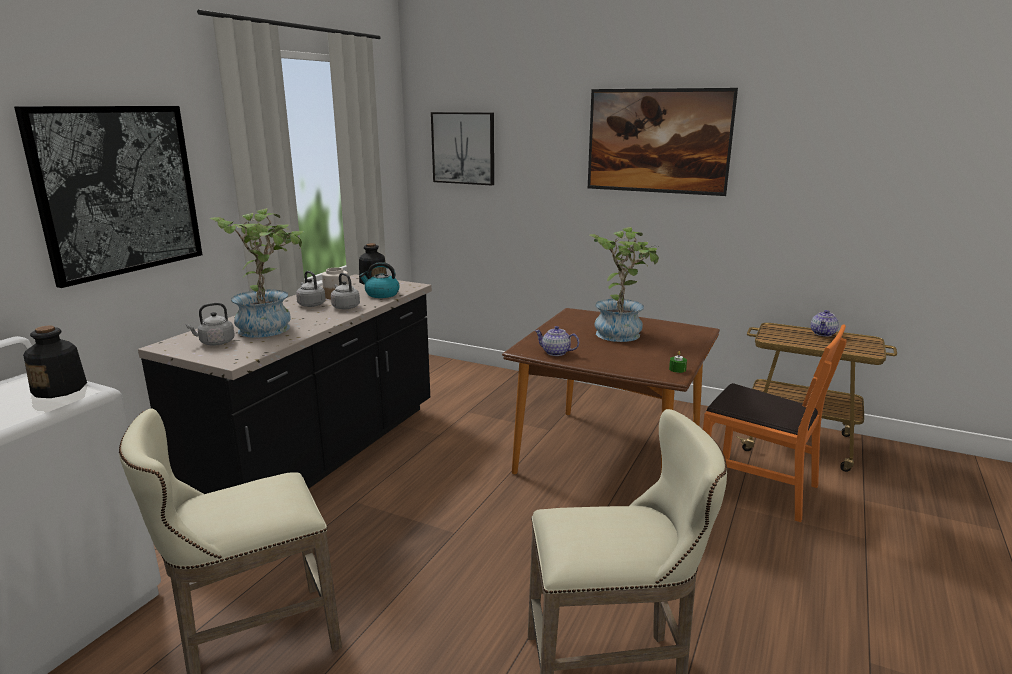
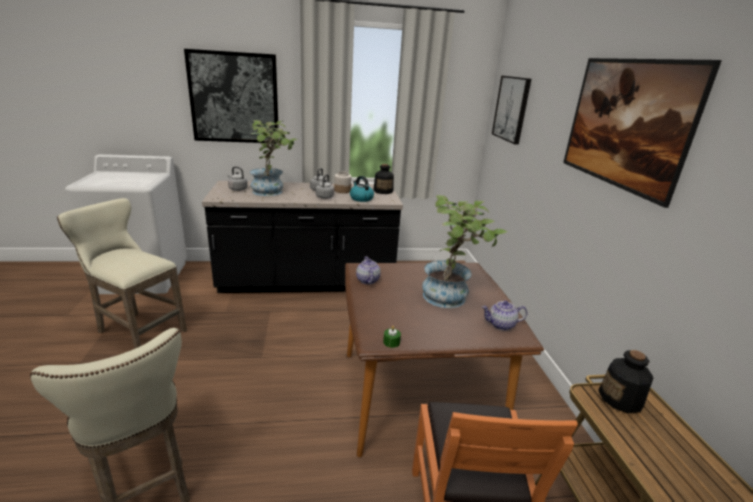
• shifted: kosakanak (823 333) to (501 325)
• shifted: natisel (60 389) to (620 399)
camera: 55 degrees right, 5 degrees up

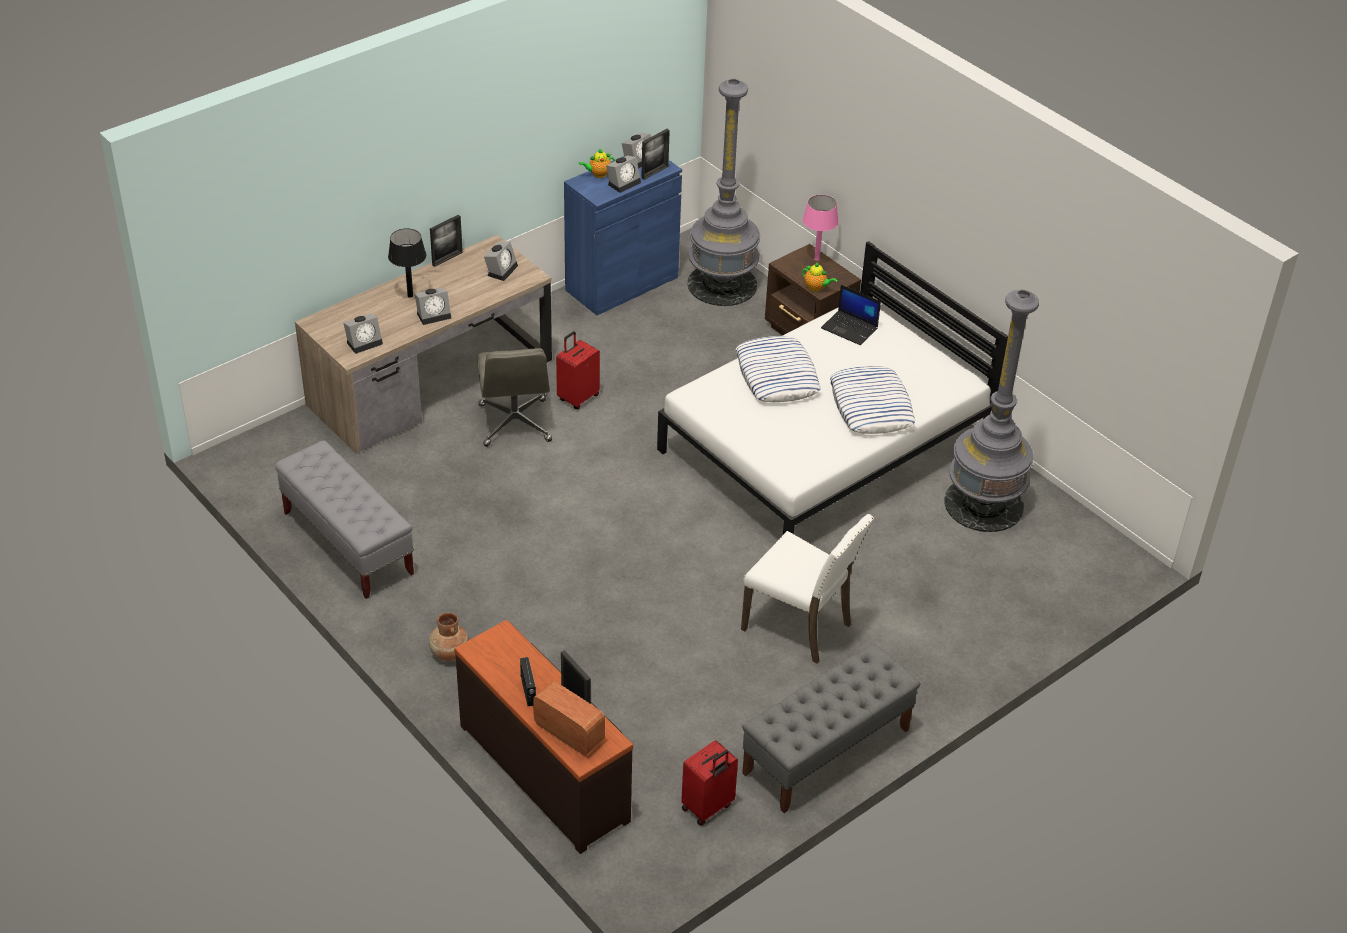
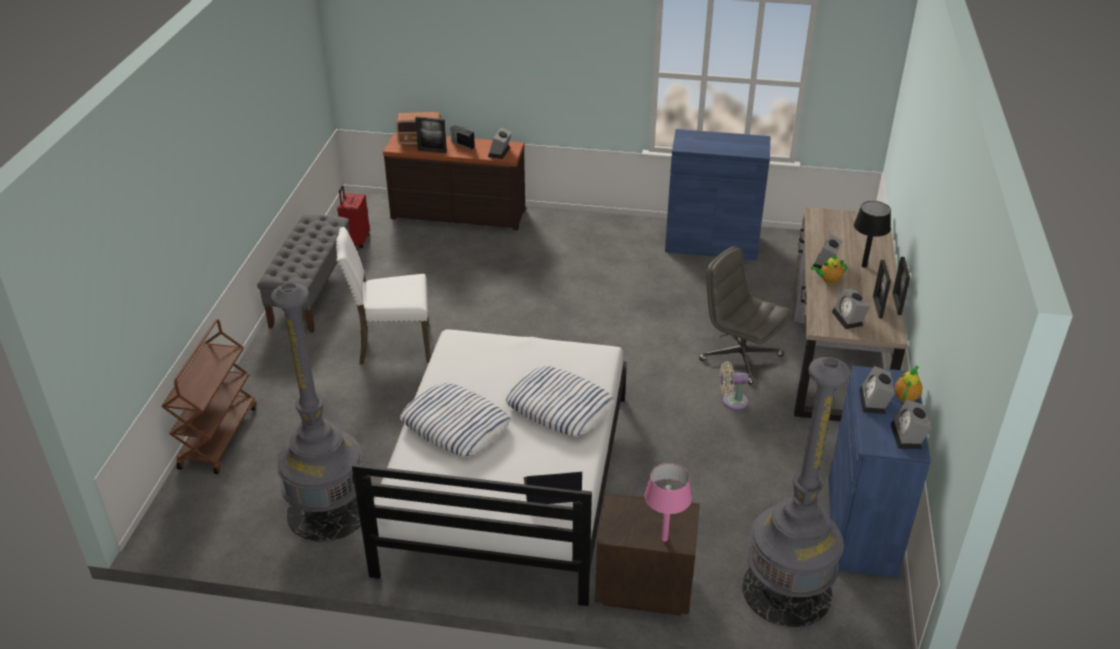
• new: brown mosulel (218 436)
• shifted: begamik (365 342) to (500 153)
• swapped: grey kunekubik (348 543) to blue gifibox (711 244)
• swapped: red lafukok (577 397) to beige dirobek (732 401)
• shifted: kosakanak (816 288) to (828 280)
• shifted: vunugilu (654 172) to (877 307)
• gone: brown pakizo (449 653)
camera: 140 degrees right, 5 degrees down

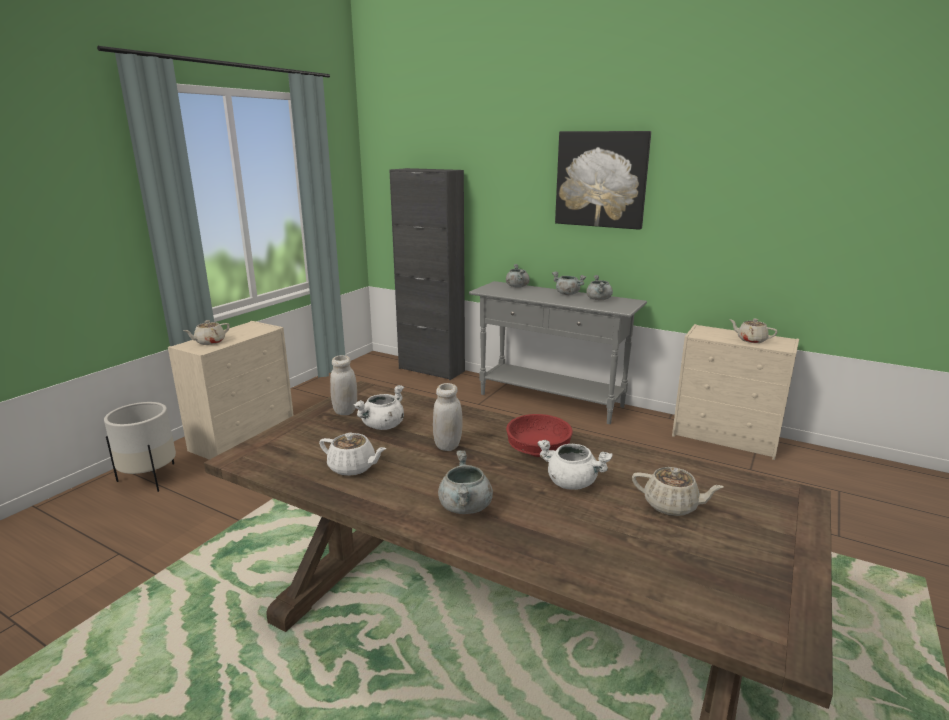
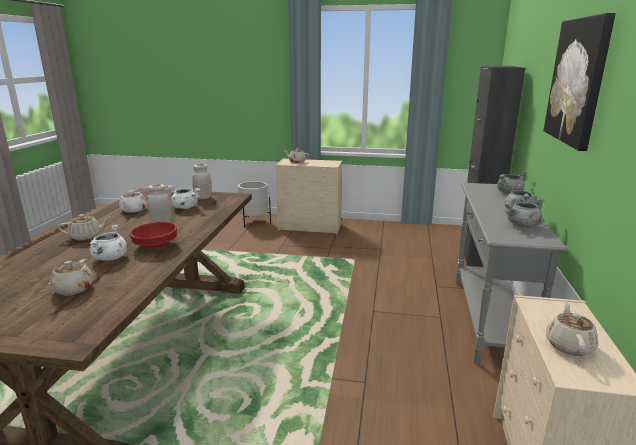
• swapped: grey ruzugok (465 507) to beige kosakanak (86 236)
camera: 70 degrees right, 0 degrees up

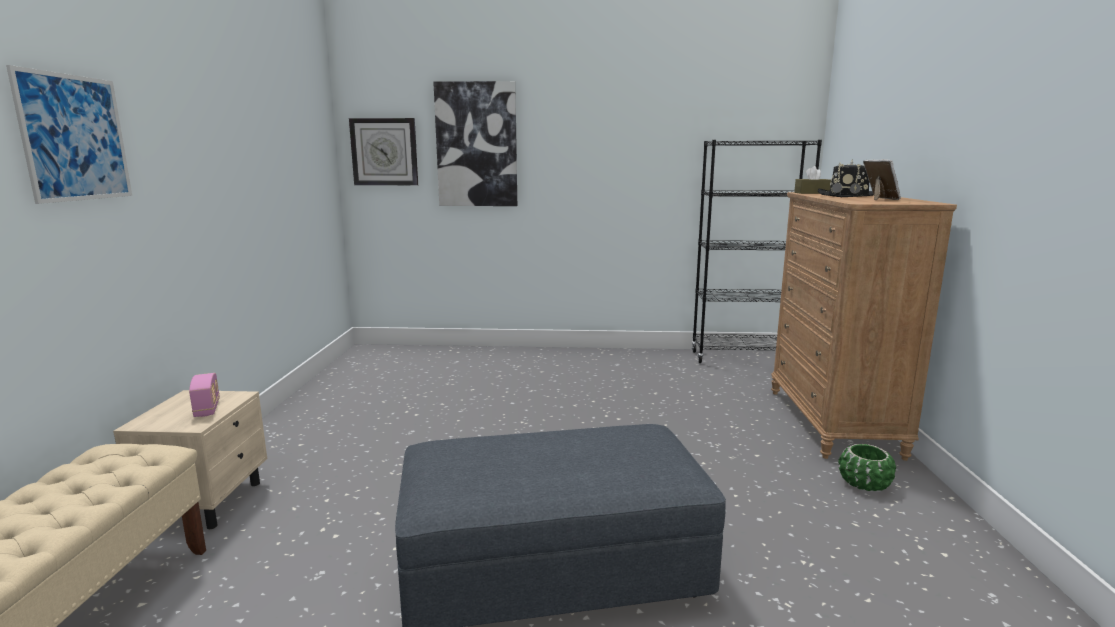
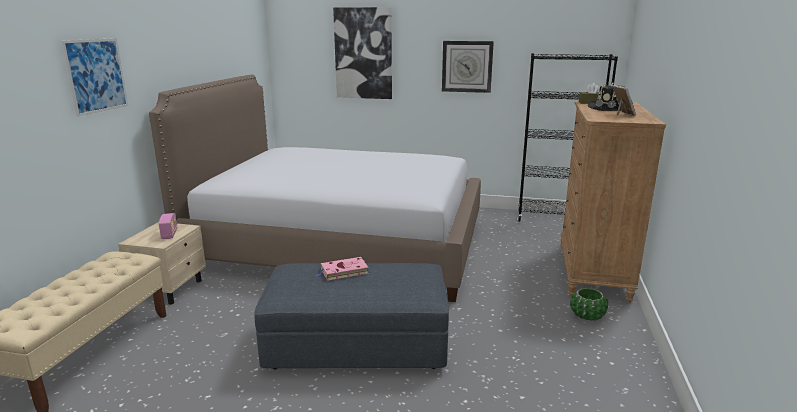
• new: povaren (341 244)
• new: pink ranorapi (343 272)
• shifted: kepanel (384 152) to (467 66)
camera: 10 degrees right, 5 degrees up

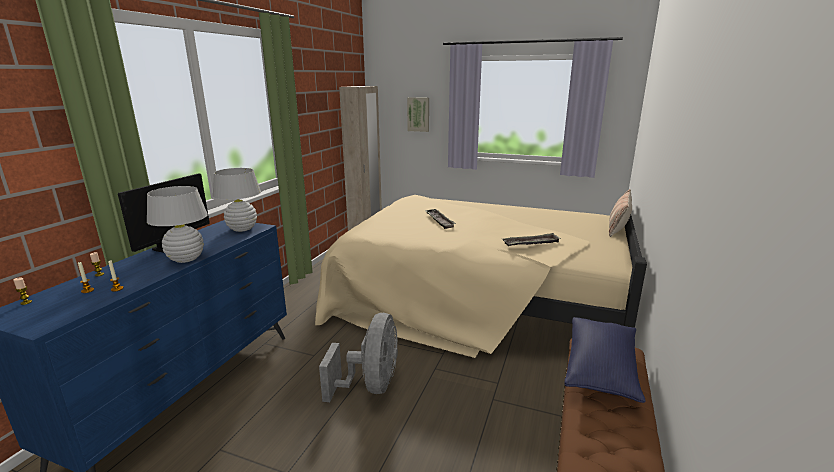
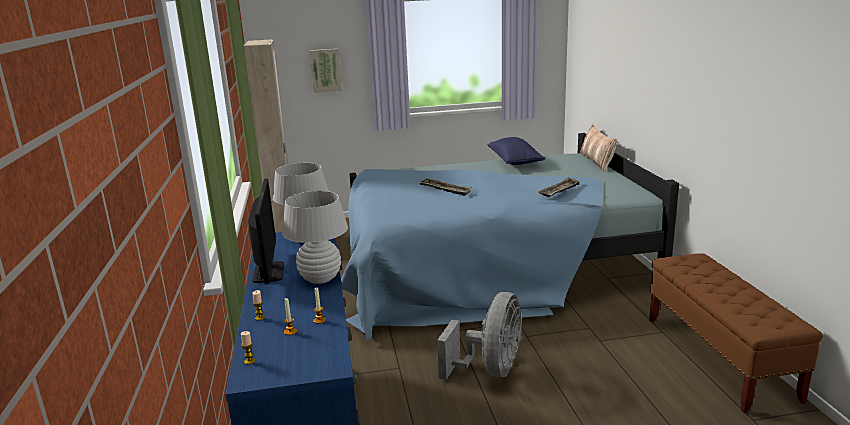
• repainted: beige povaren (479 298) to blue povaren (489 266)
• rotated: grey dirobek (371 385) = (490 370) 45 degrees clockwise
• shifted: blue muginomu (600 369) to (515 162)
camera: 30 degrees left, 0 degrees up

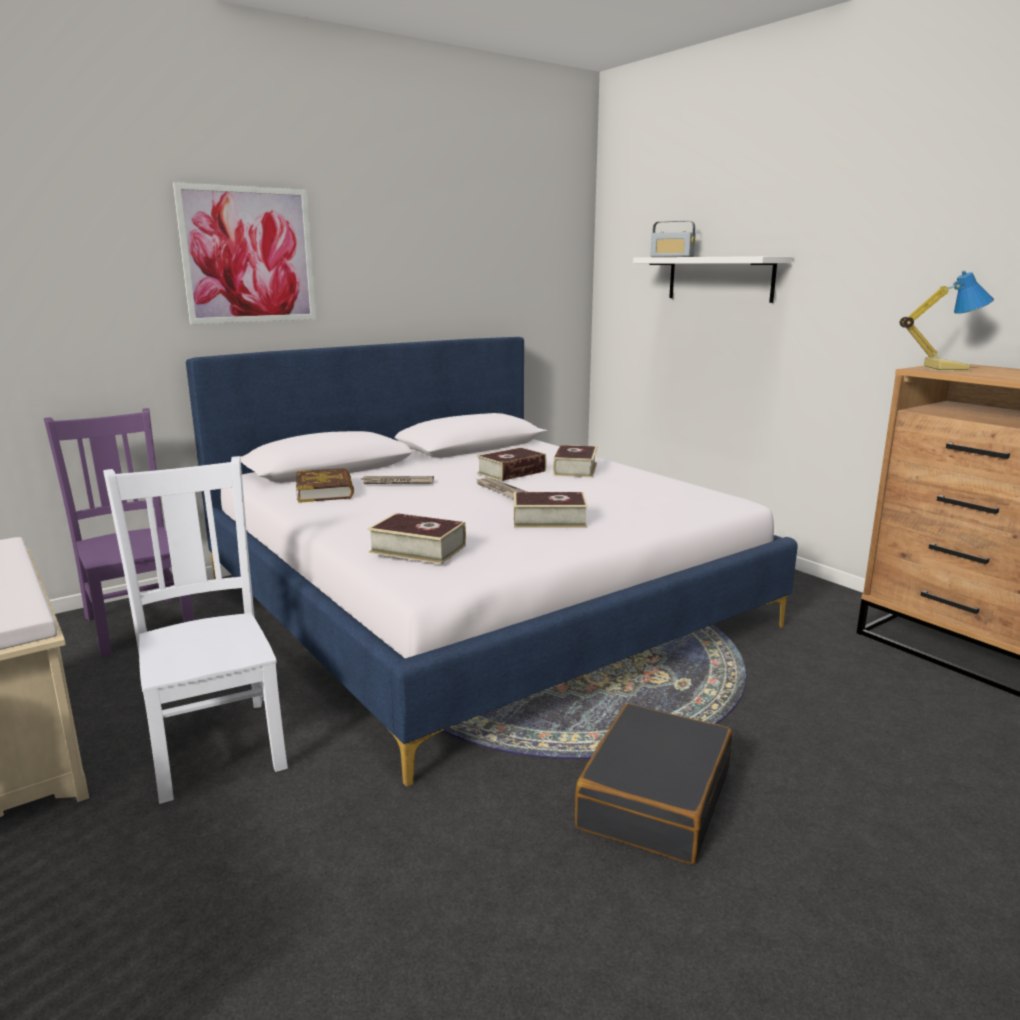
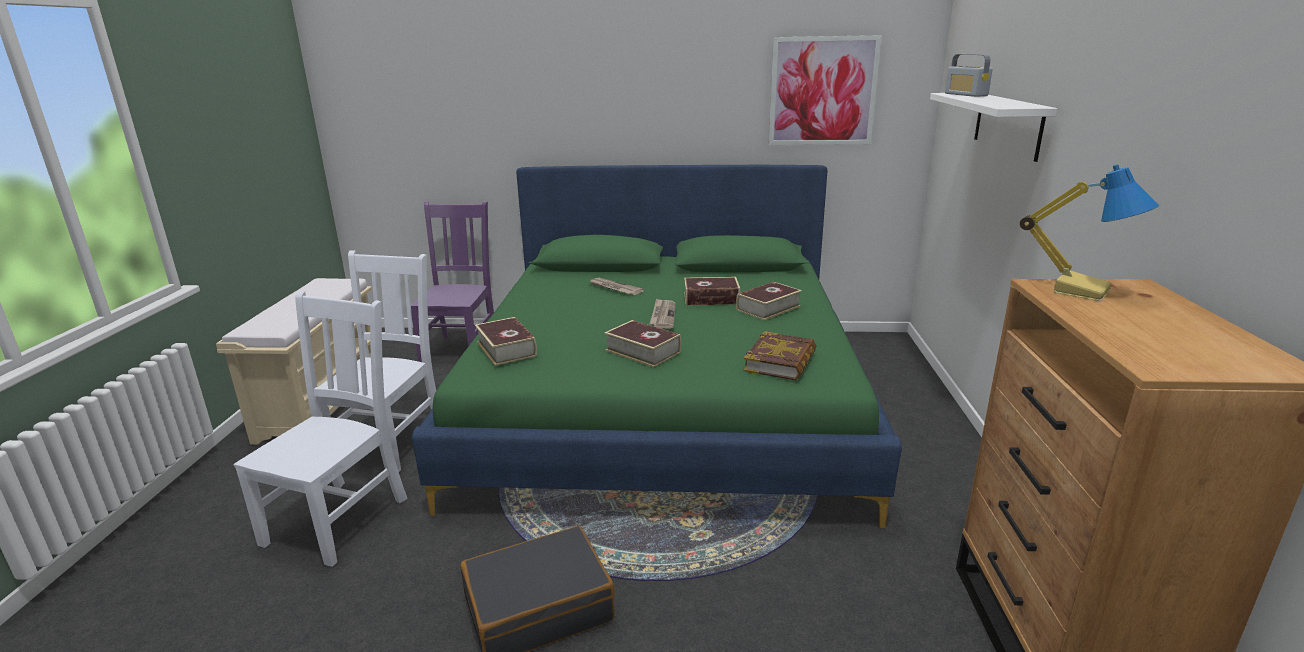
• new: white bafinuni (340 518)
• repainted: white povaren (479 602) to green povaren (664 403)
• shifted: ranorapi (325 491) to (780 362)
• shifted: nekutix (248 255) to (823 91)
camera: 40 degrees right, 5 degrees up

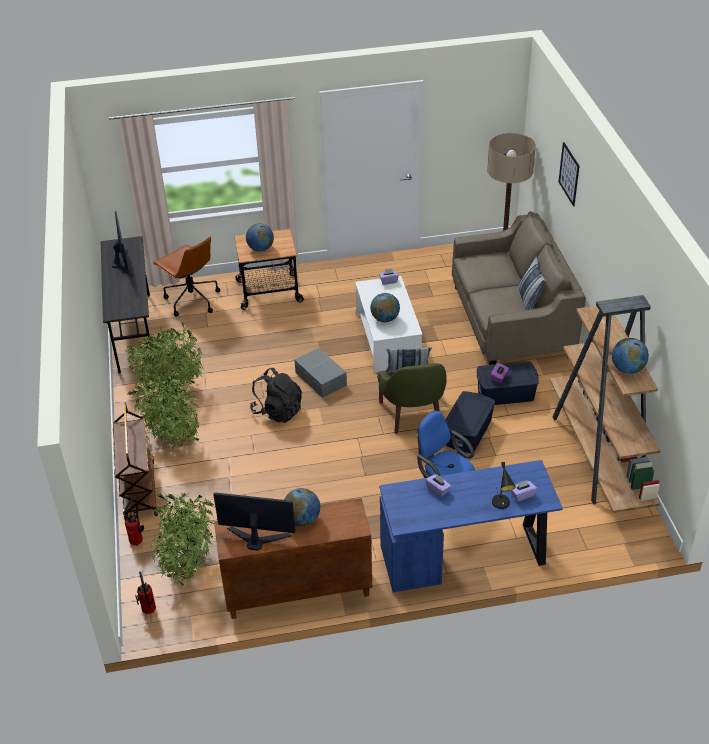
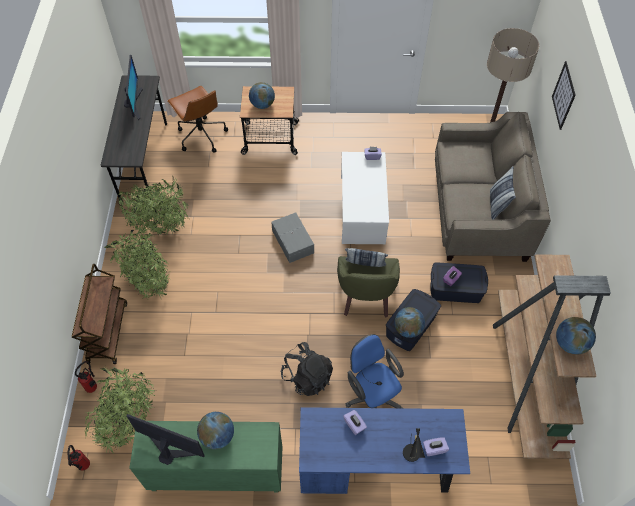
• repainted: brown gifibox (297 591) to green gifibox (216 473)
• shifted: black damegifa (277 411) to (307 377)
• shifted: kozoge (385 319) to (408 329)
camera: 10 degrees right, 15 degrees up

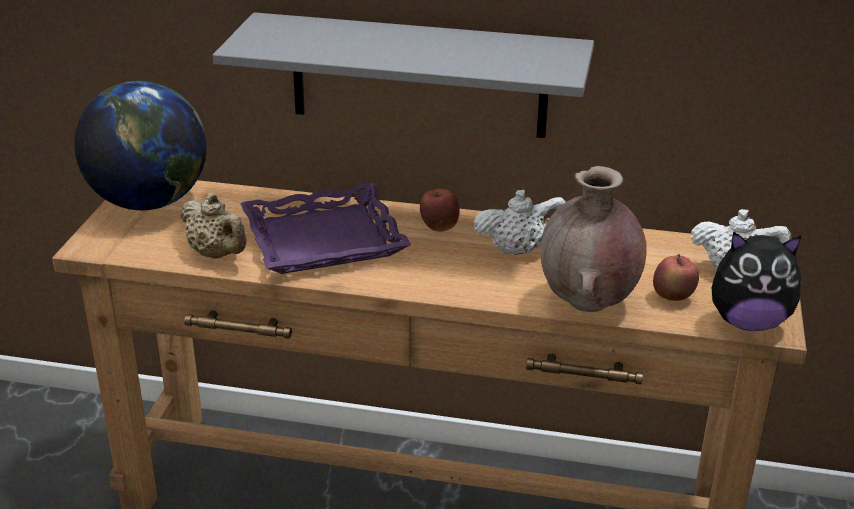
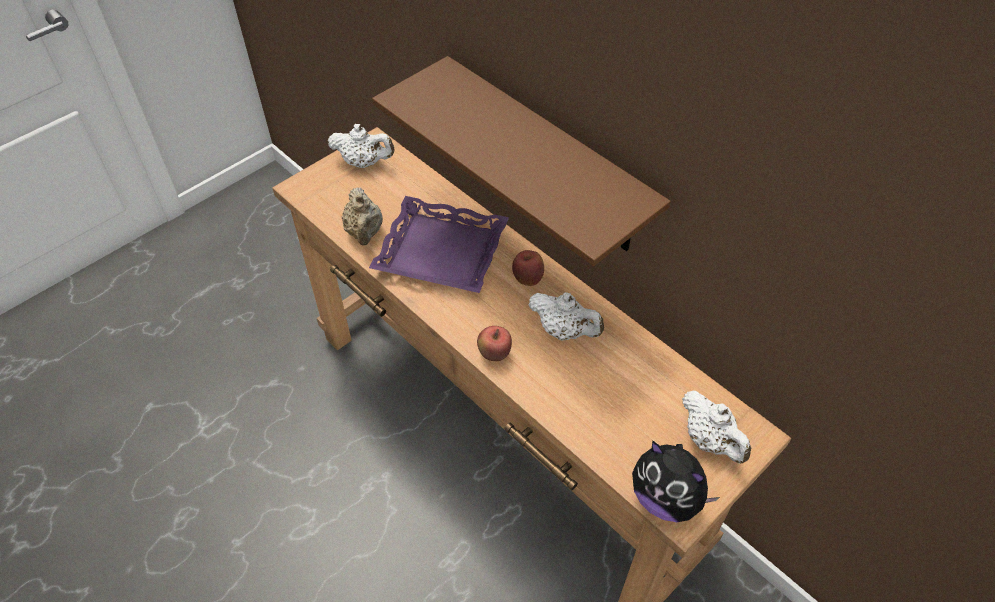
• swapped: kozoge (149 203) to white kosakanak (364 163)
• repainted: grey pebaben (419 76) to brown pebaben (548 158)
• shifted: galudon (673 297) to (494 354)
• gone: brown pakizo (588 304)
camera: 35 degrees right, 20 degrees up

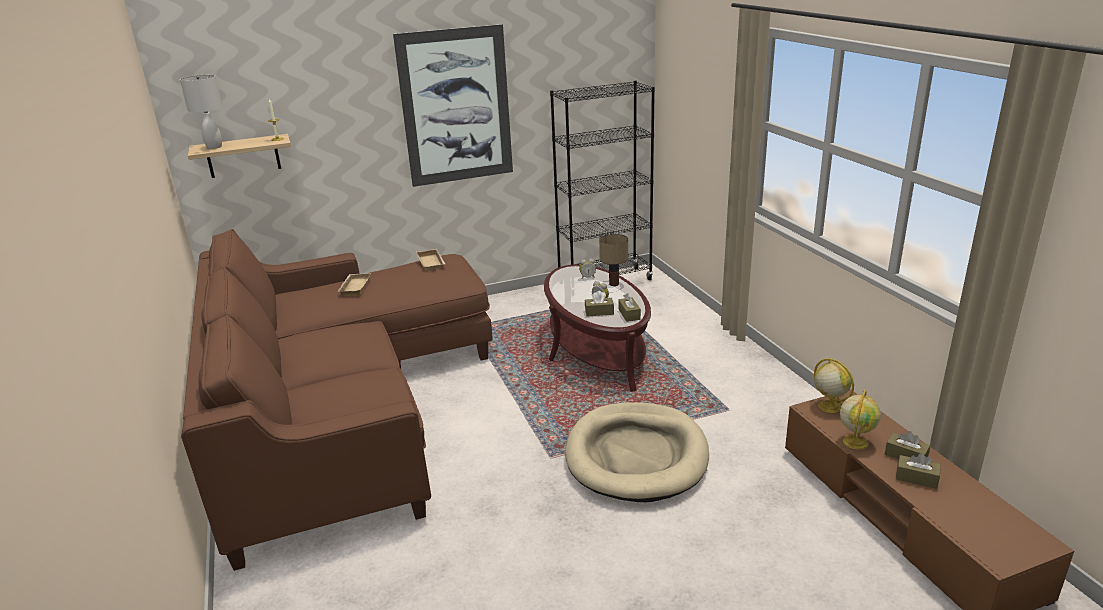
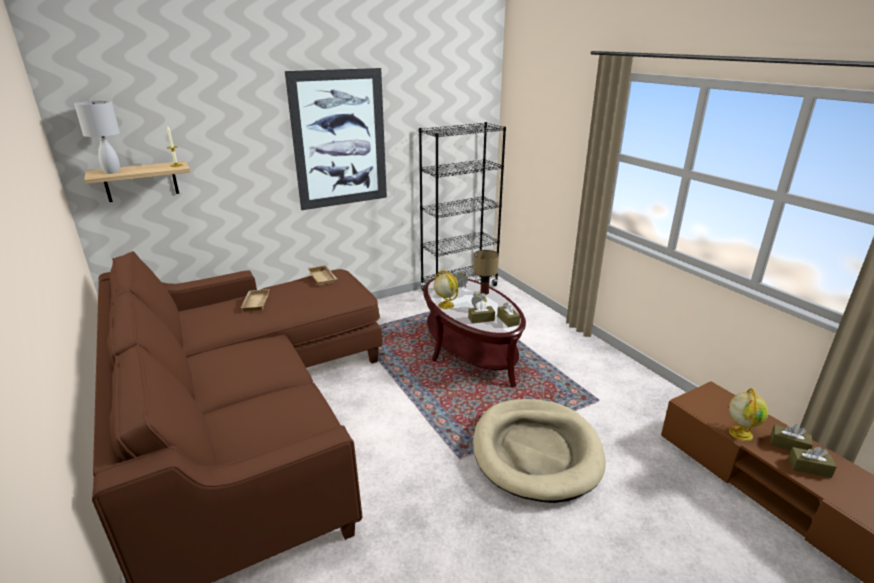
• shifted: kozoge (829 406) to (445 305)
camera: 10 degrees left, 0 degrees up

